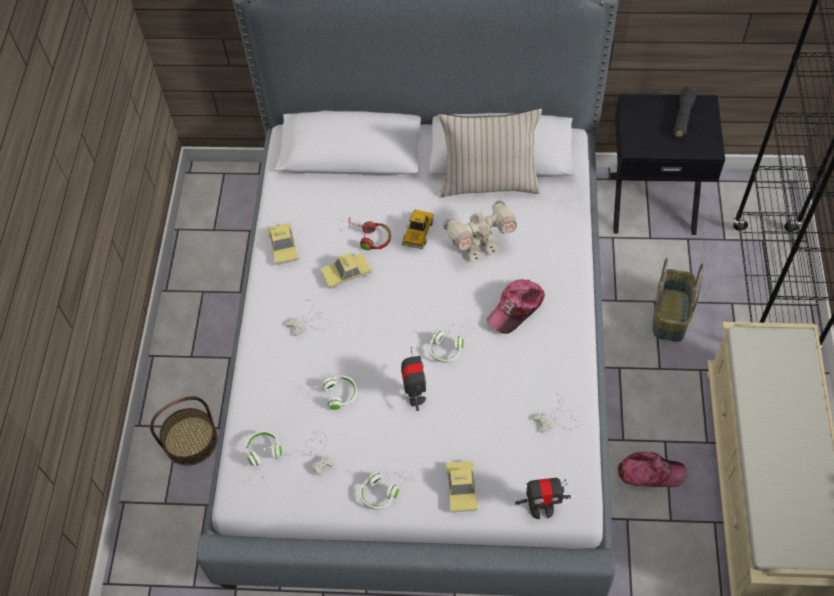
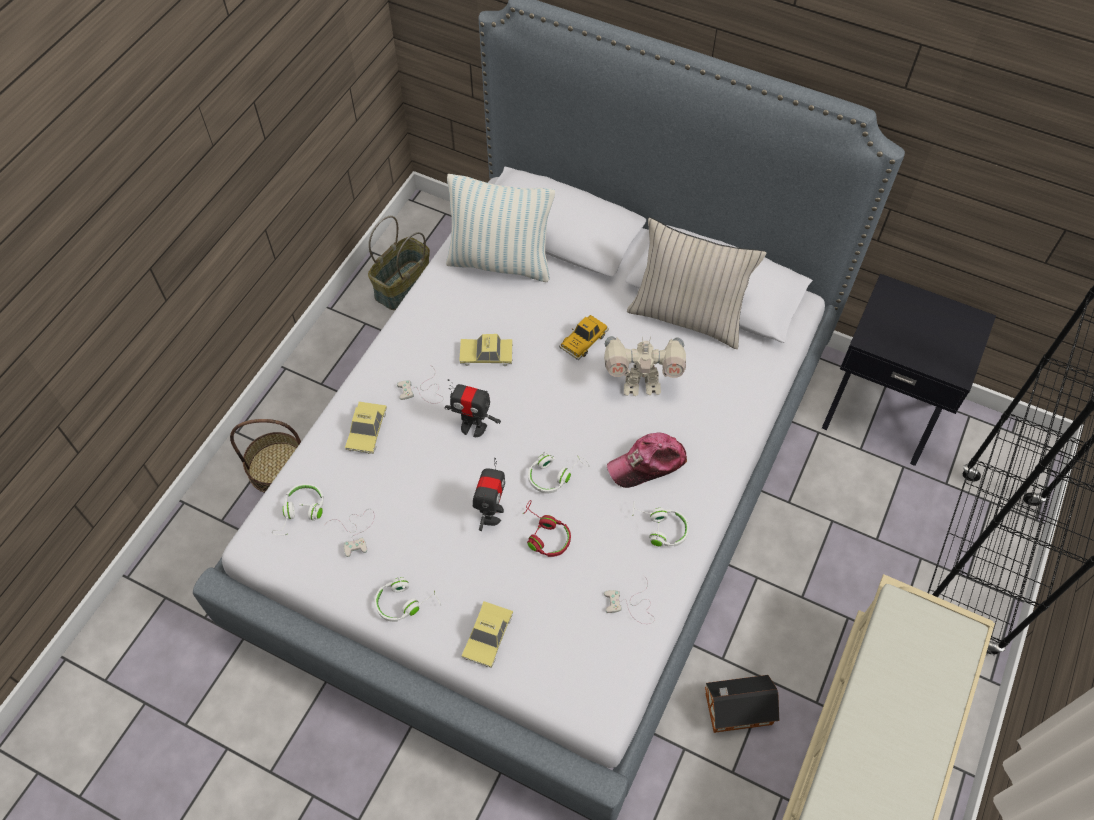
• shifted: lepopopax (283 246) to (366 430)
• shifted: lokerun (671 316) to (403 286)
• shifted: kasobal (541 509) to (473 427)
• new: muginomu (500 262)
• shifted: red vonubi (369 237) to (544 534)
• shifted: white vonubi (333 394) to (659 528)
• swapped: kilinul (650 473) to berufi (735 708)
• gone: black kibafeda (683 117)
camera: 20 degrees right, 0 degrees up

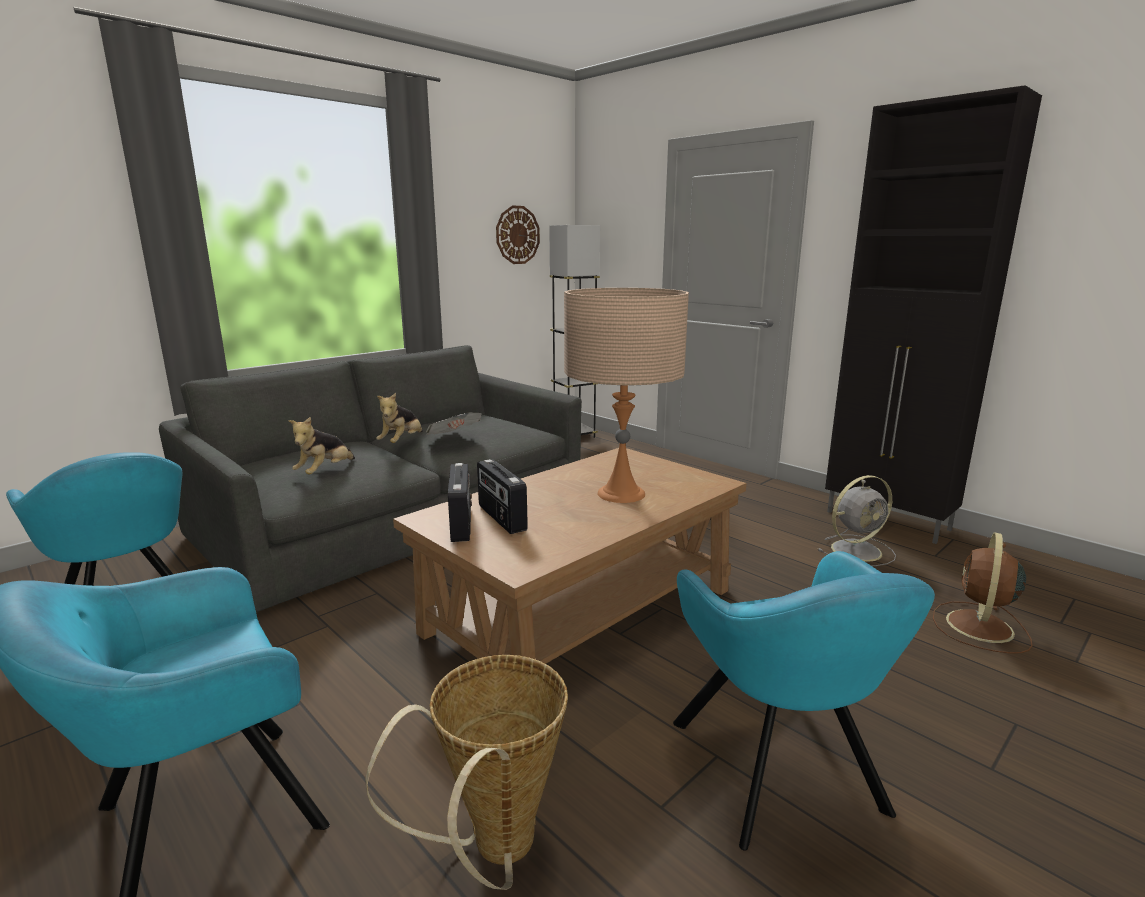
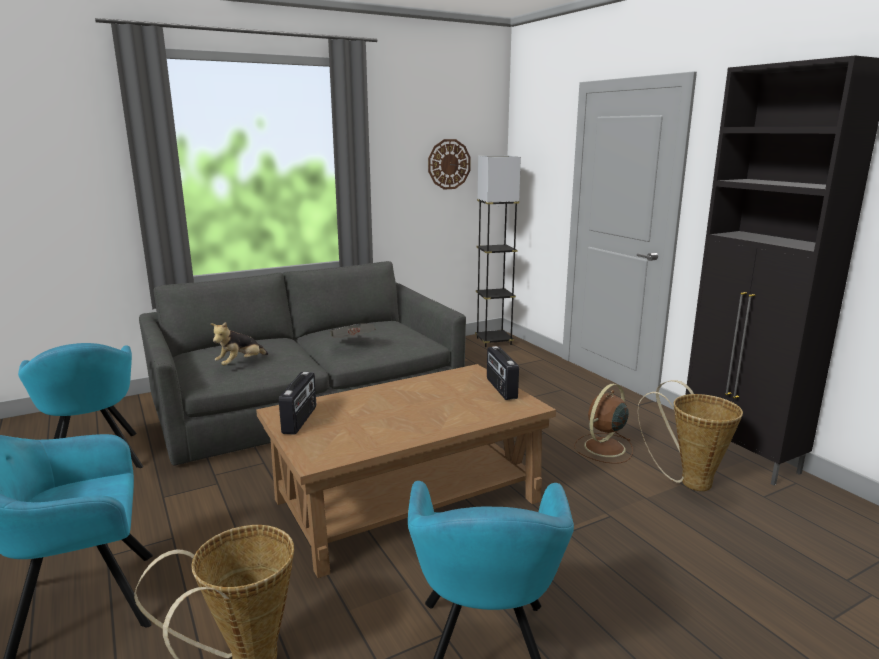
• shifted: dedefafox (501 518) to (500 388)
• shifted: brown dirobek (979 627) to (603 448)
• swapped: grey dirobek (858 550) to lokerun (688 481)
• gone: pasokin (402 442)
• gone: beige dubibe (621 493)
camera: 15 degrees right, 0 degrees up

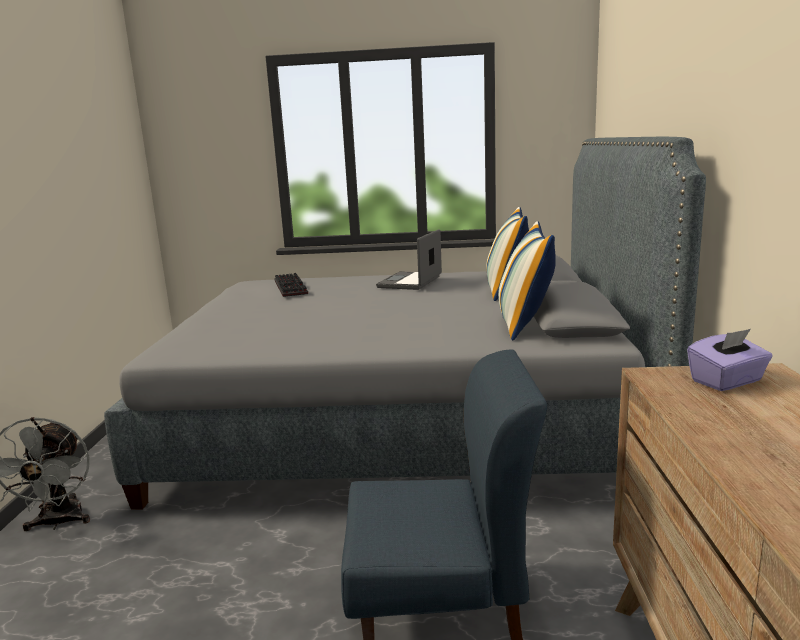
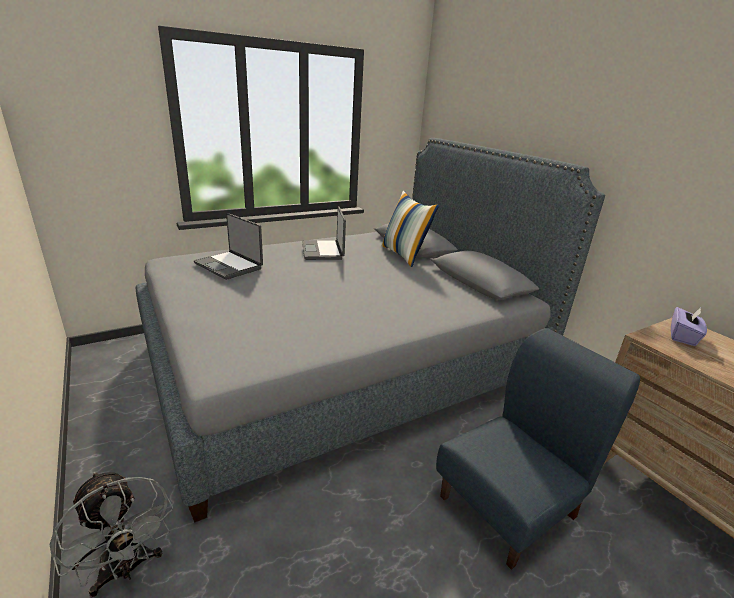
• swapped: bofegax (292 287) to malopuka (229 266)
• gone: muginomu (524 324)
camera: 35 degrees left, 10 degrees up

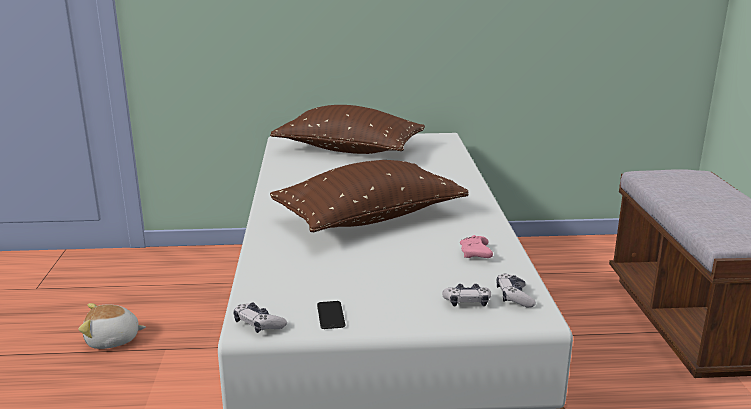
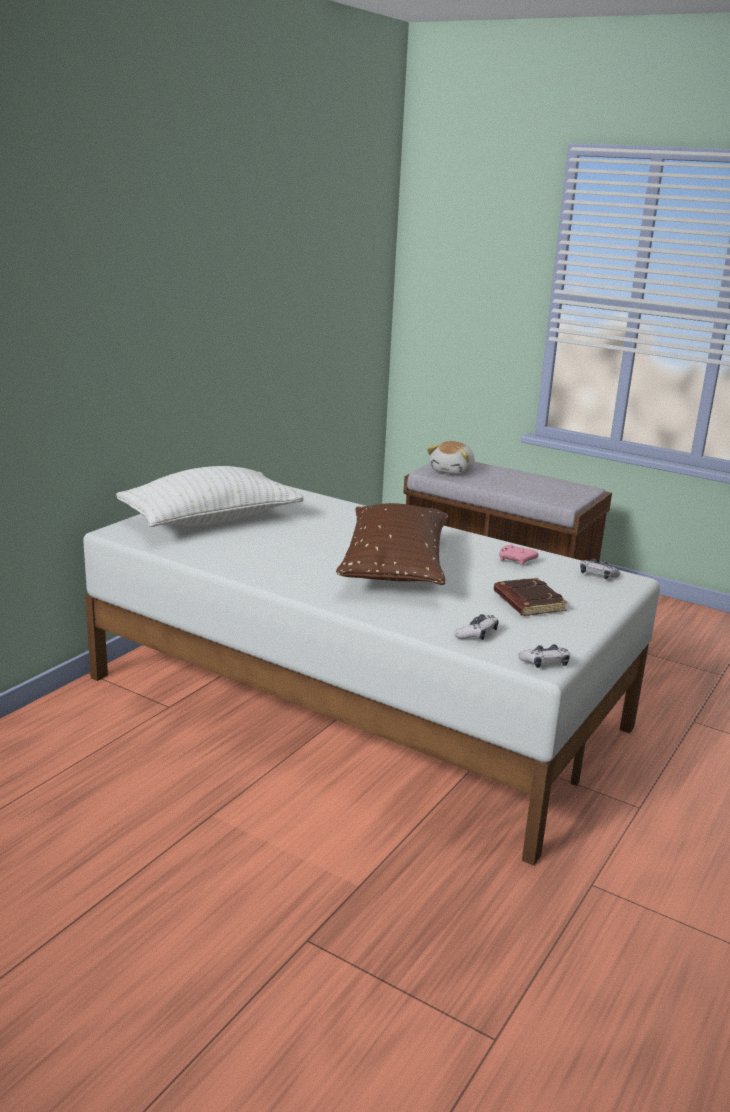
• repainted: brown muginomu (349 150) to white muginomu (210 520)
• shifted: pasokin (112 340) to (453 471)
• shifted: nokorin (467 302) to (477 634)
• new: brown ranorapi (527 602)
• gone: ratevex (331 315)
camera: 55 degrees left, 0 degrees up

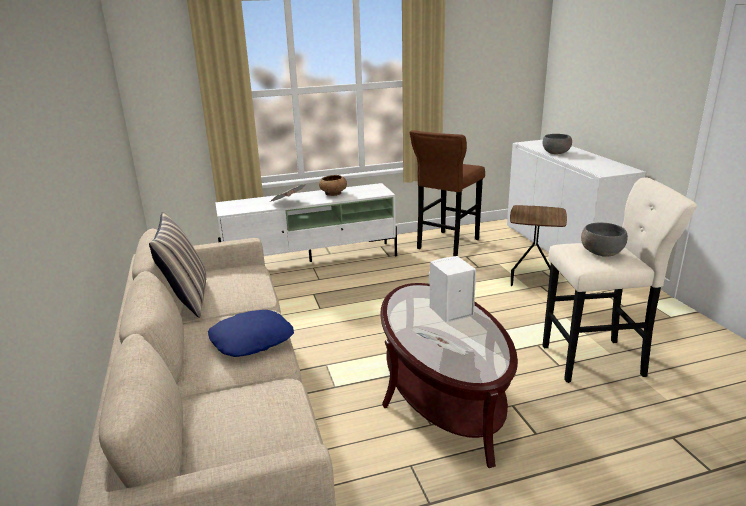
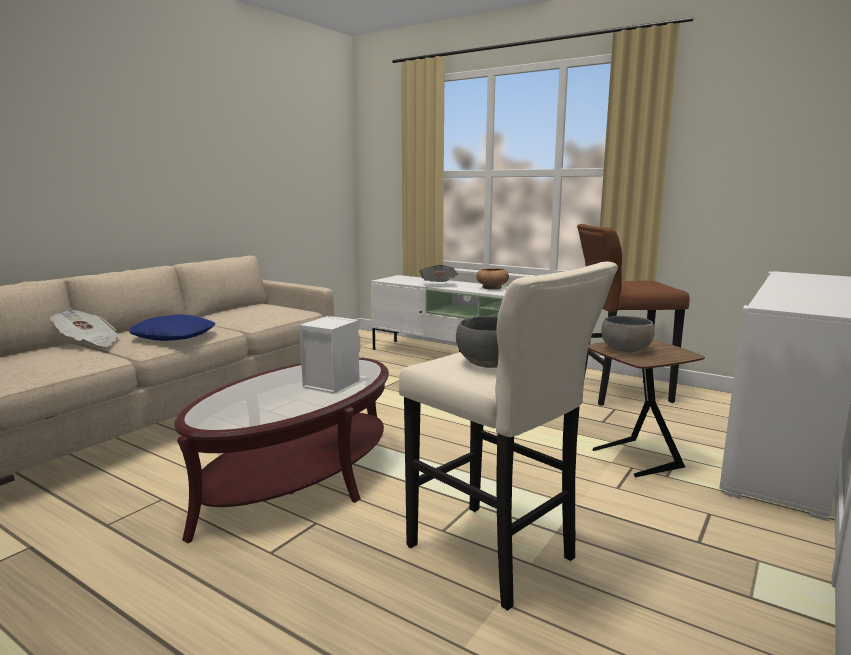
• shifted: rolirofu (443 355) to (89 343)
• shifted: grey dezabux (556 153) to (626 349)
• gone: muginomu (187 299)
camera: 50 degrees right, 10 degrees down

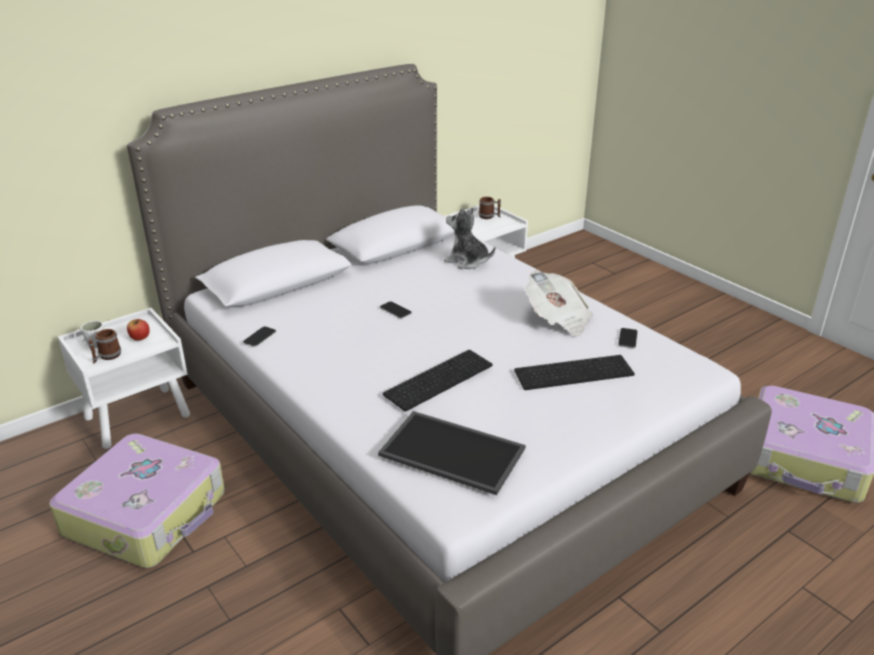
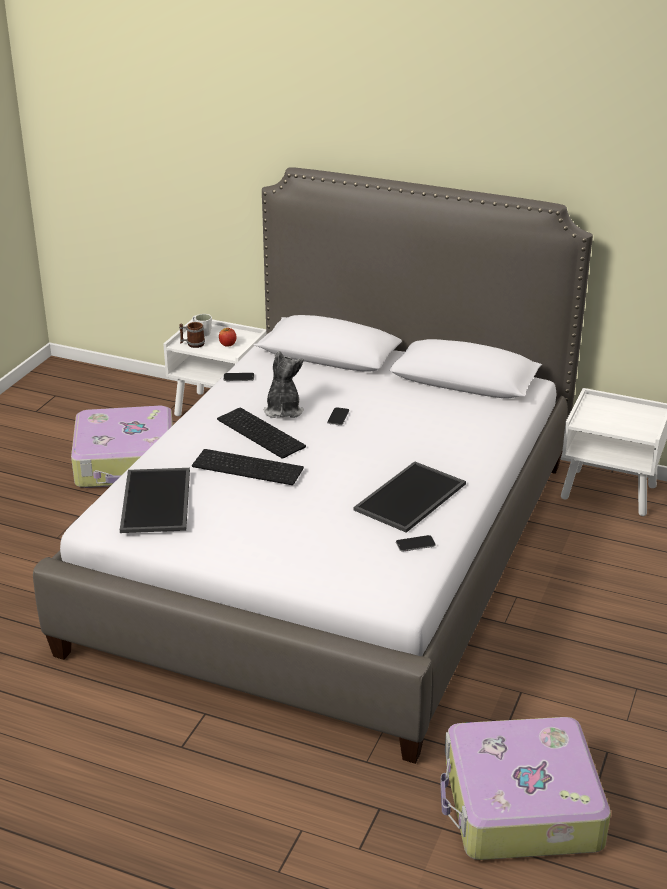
• shifted: bofegax (574 371) to (262 433)
• shifted: pasokin (467 261) to (283 410)
• swapped: rolirofu (558 319) to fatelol (411 498)
• gone: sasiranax (489 216)
camera: 60 degrees right, 0 degrees up

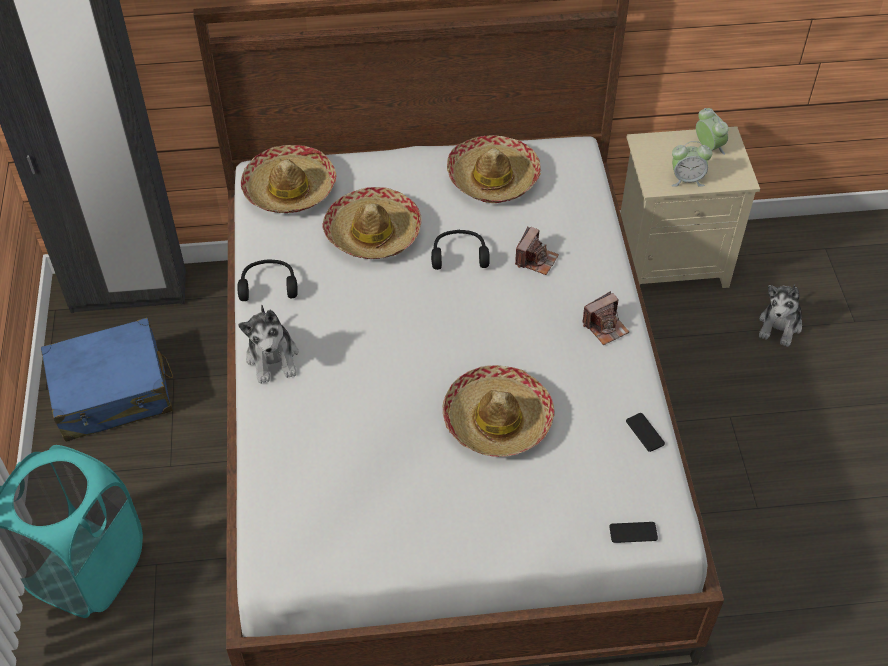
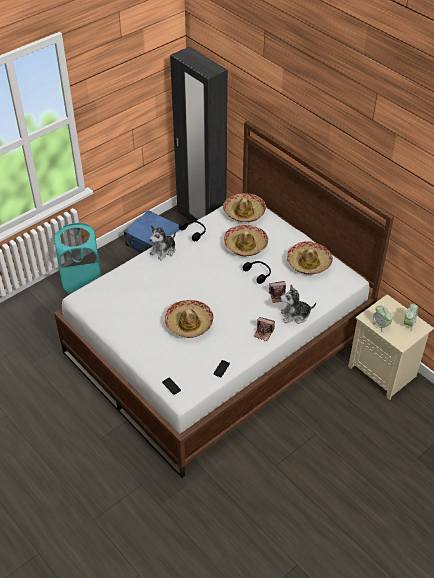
• shifted: pasokin (780 325) to (295 315)
camera: 55 degrees right, 5 degrees down

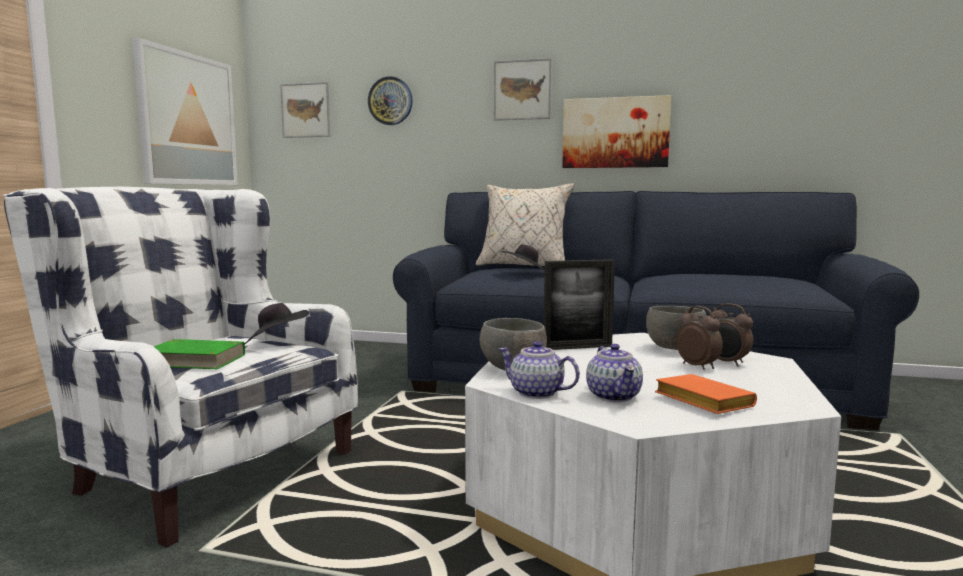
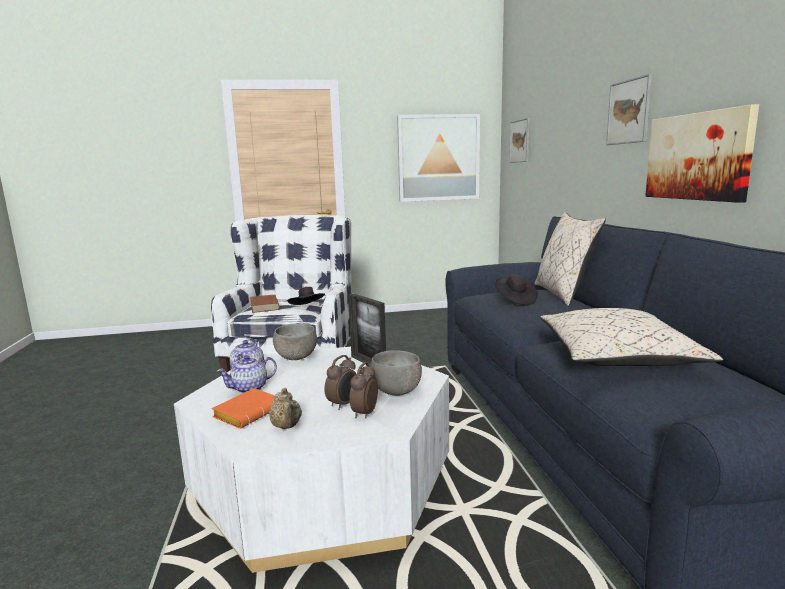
• repainted: green ranorapi (195 360) to brown ranorapi (265 306)
• new: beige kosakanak (286 427)
• new: beige muginomu (617 357)
• gone: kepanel (390 101)
camera: 65 degrees right, 5 degrees up

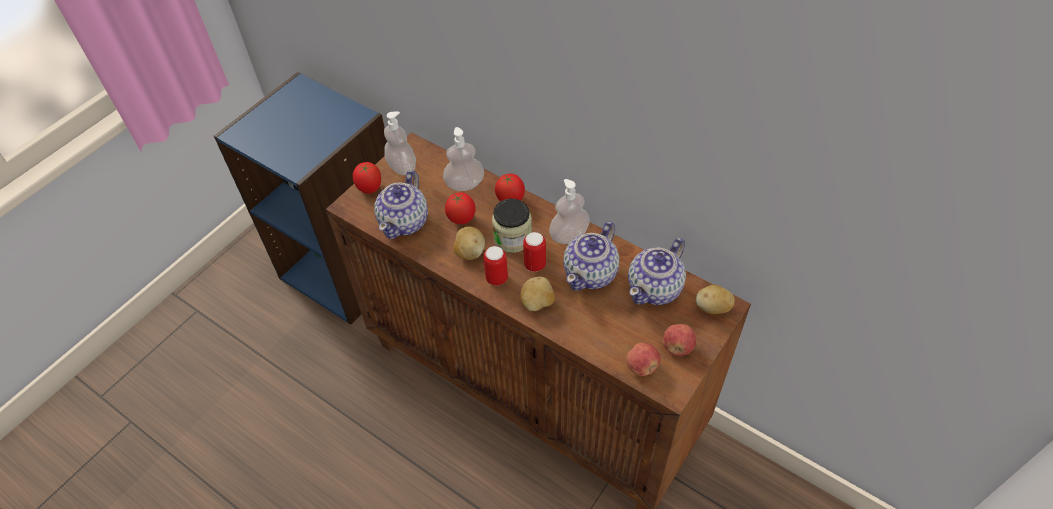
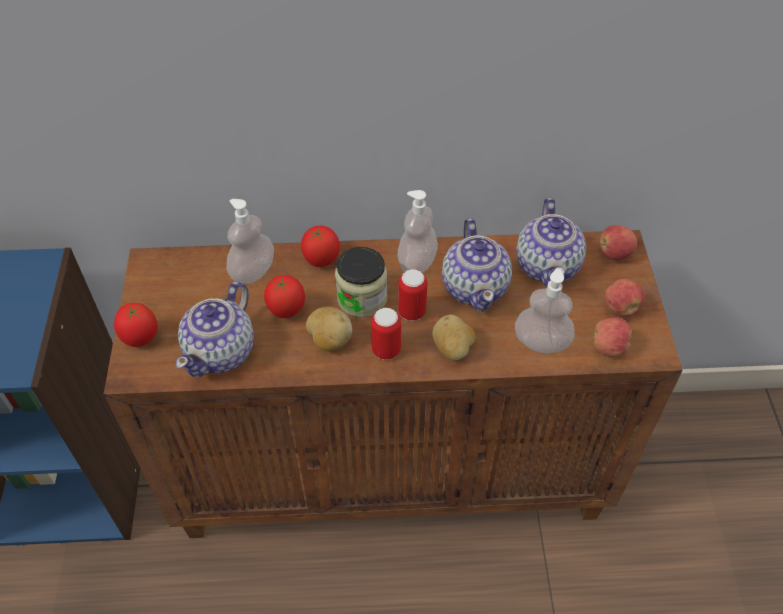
• rotated: kosakanak (405 222) = (221 351) 45 degrees clockwise
• shifted: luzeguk (402 167) to (541 342)
• swapped: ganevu (712 308) to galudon (614 253)
camera: 40 degrees left, 0 degrees up

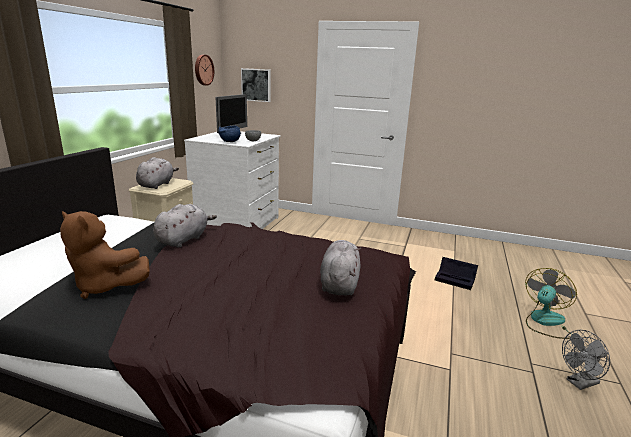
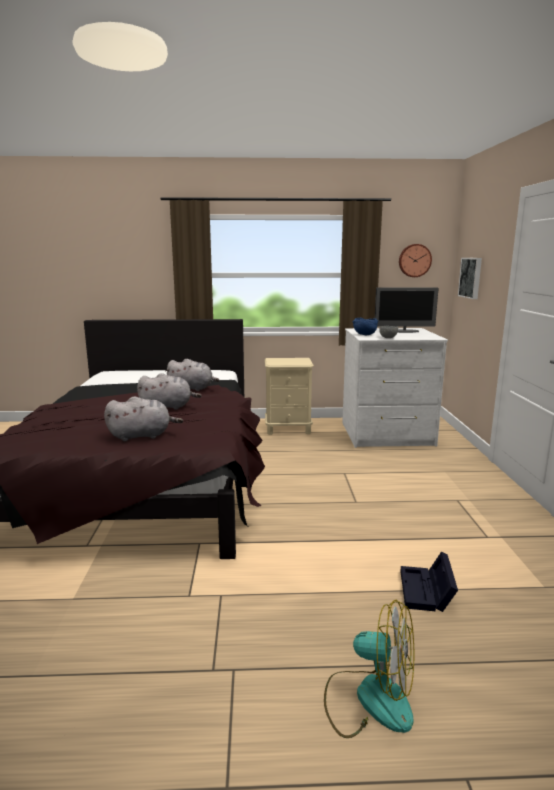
• shifted: grey pasokin (157 185) to (168 407)
• gone: brown pasokin (105 286)
• gone: grey dirobek (579 383)
camera: 70 degrees right, 5 degrees down

